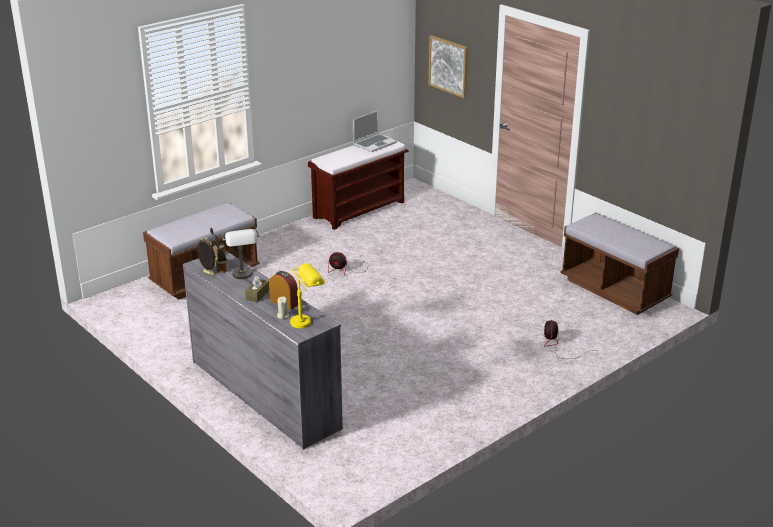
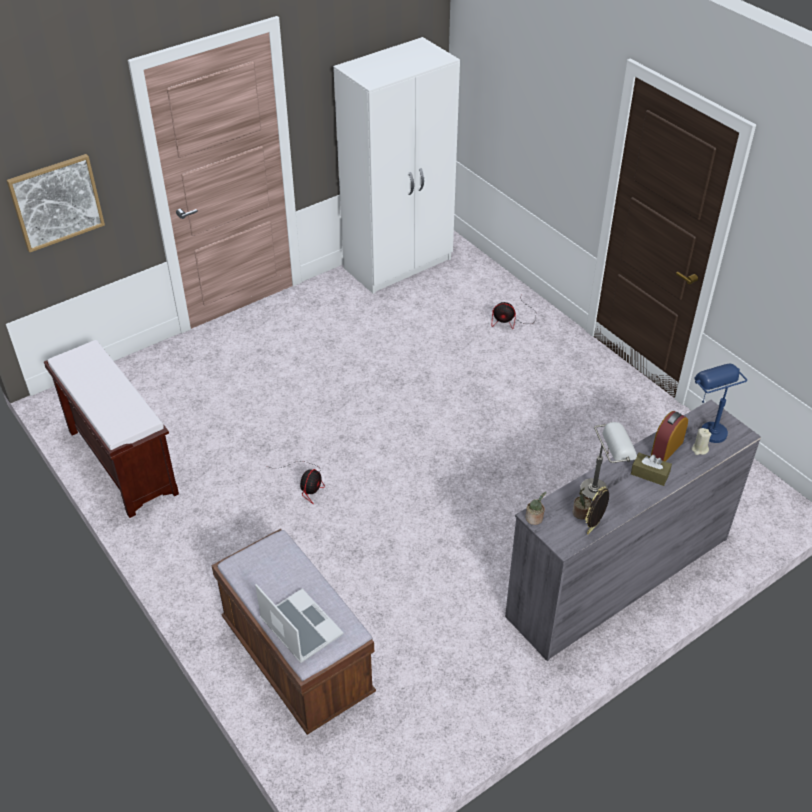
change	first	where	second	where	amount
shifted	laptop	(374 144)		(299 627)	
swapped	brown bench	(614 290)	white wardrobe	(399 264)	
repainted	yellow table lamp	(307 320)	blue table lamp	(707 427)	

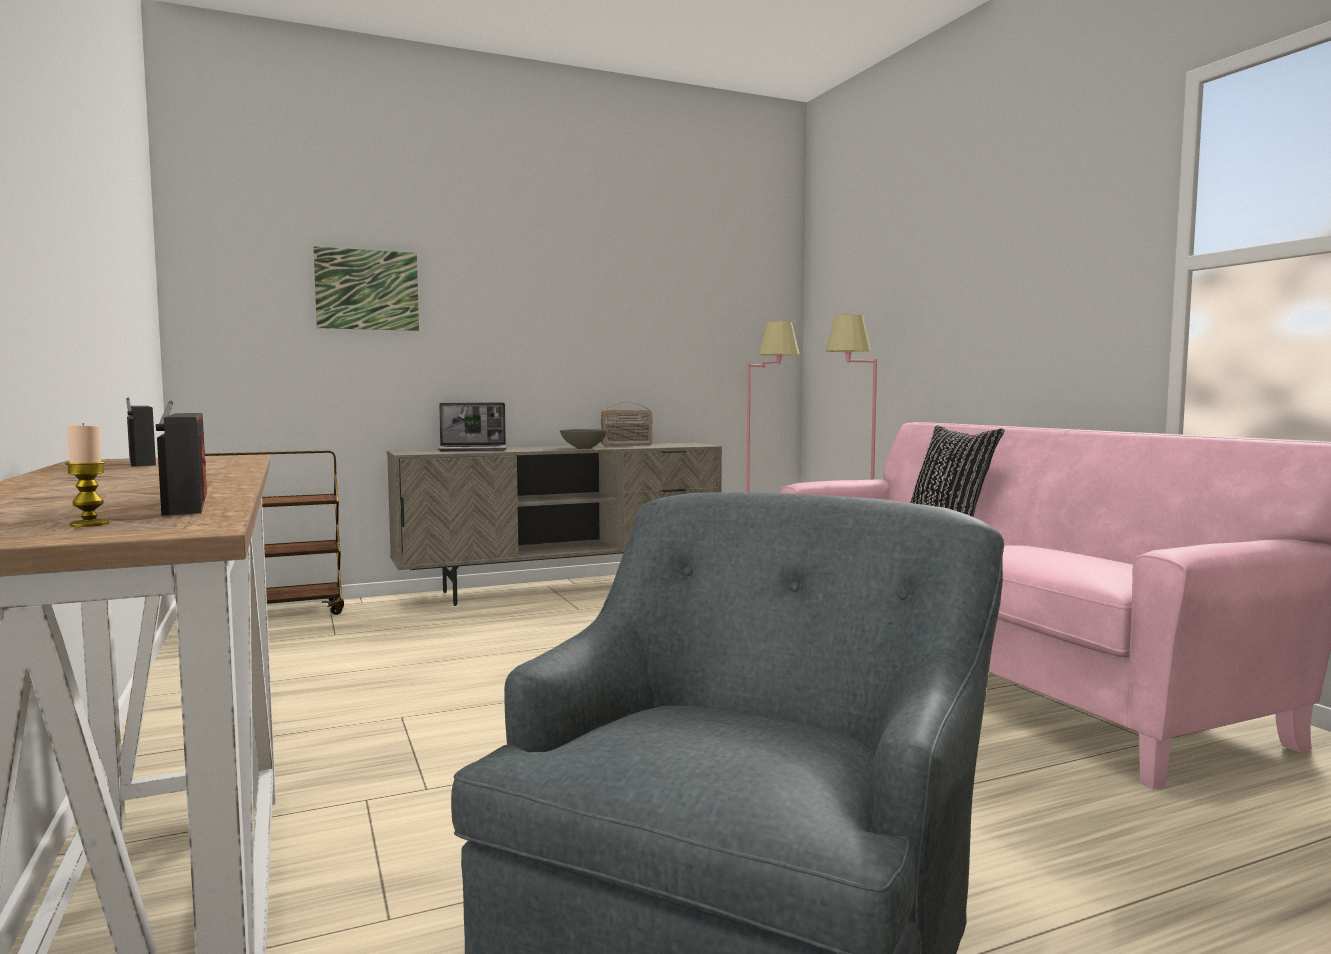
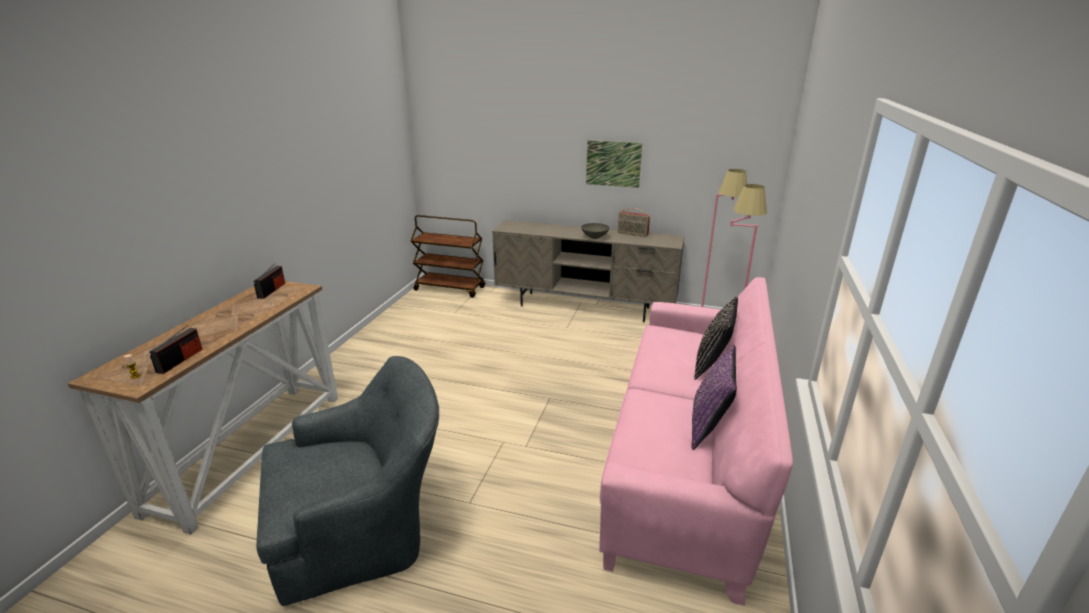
change	first	where	second	where	amount
shifted	picture	(367 289)		(613 163)	
gone	laptop	(474 450)			
new			purple pillow	(709 426)	

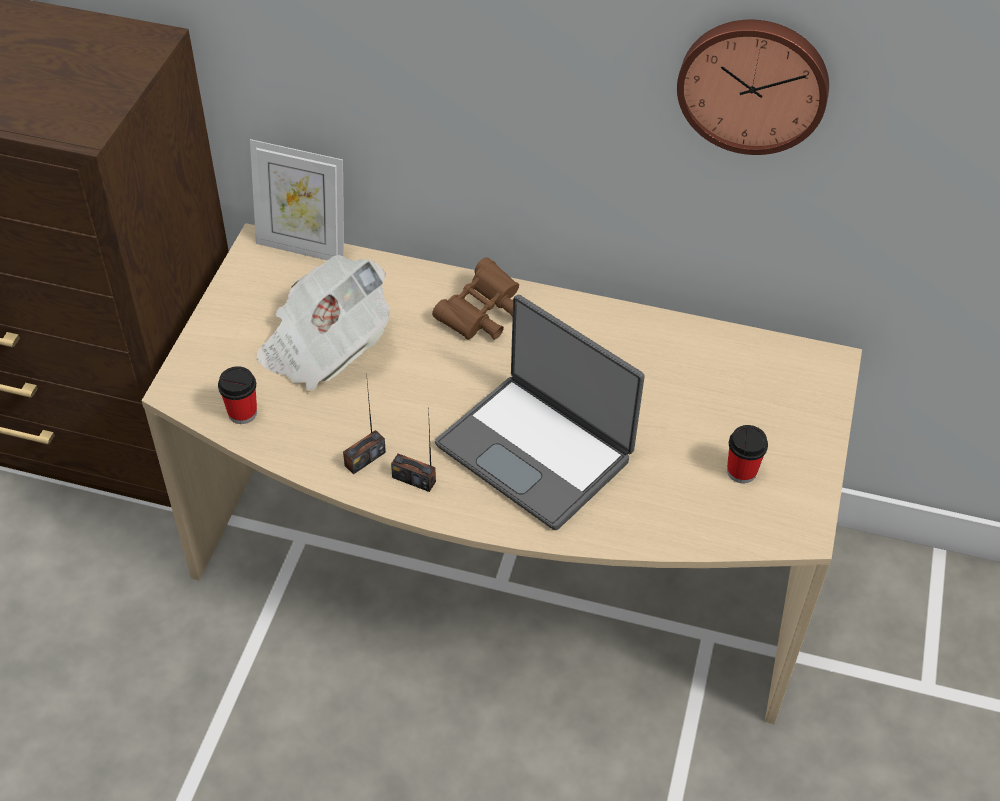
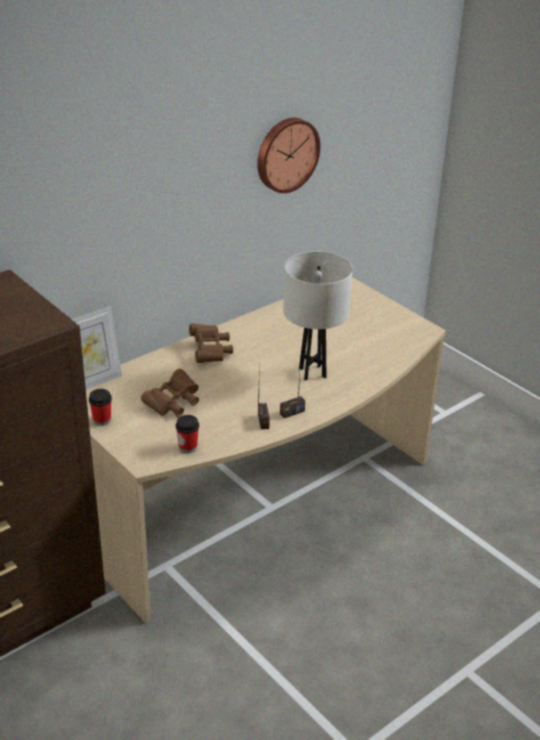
change	first	where	second	where	amount
swapped	newspaper	(325 347)	brown binoculars	(173 404)	
swapped	laptop	(536 450)	white table lamp	(312 372)	
shifted	cup	(741 471)		(102 420)	

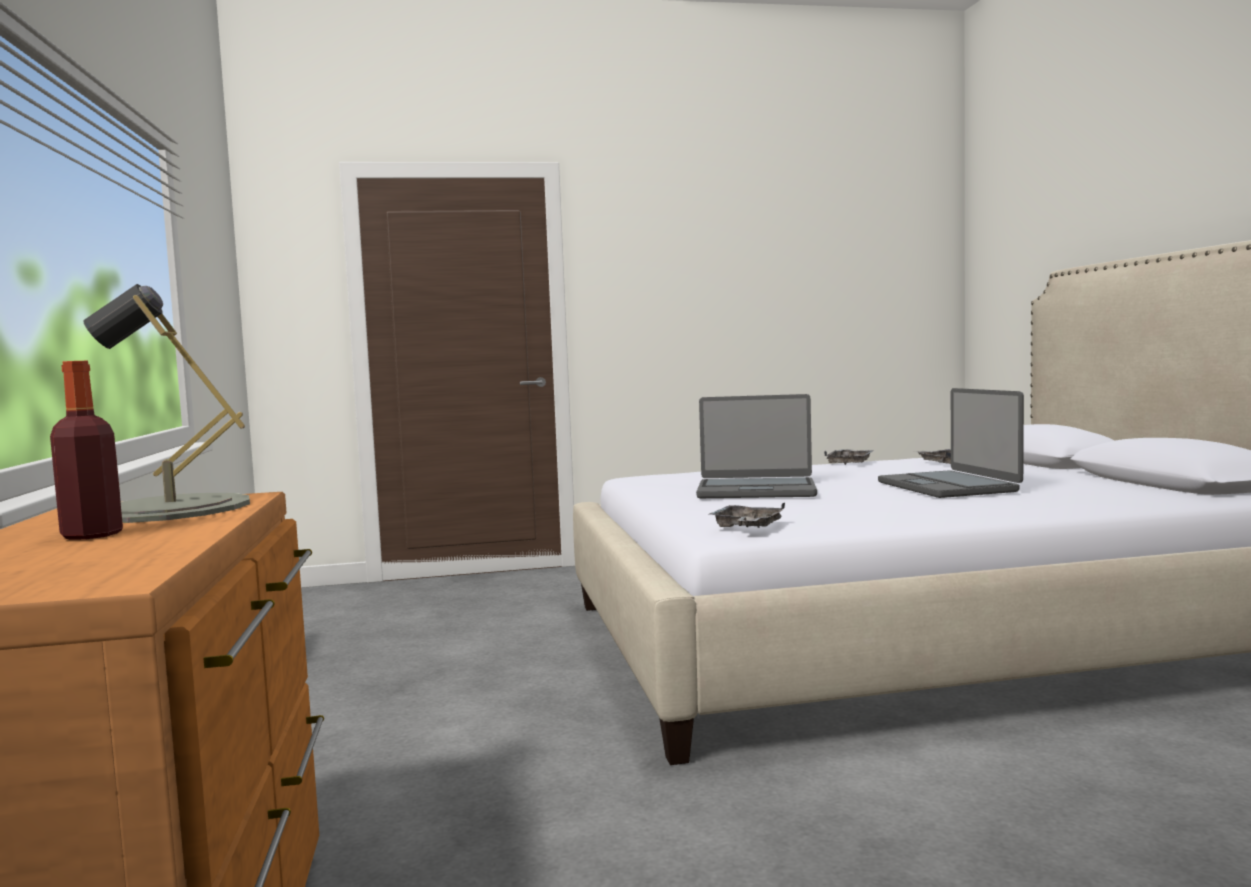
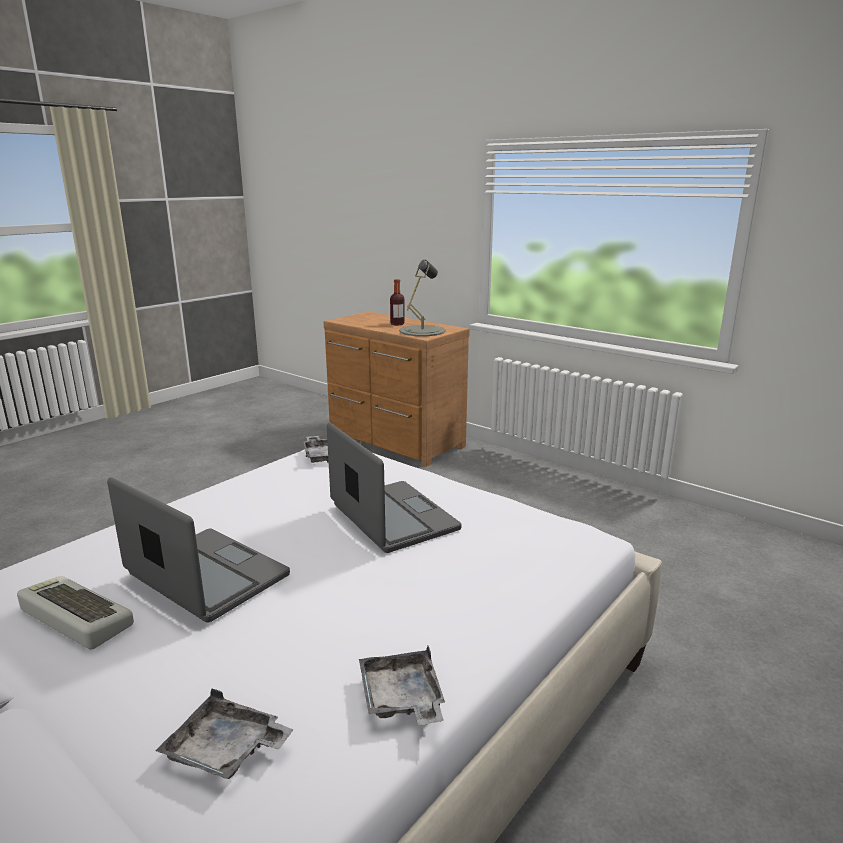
change	first	where	second	where	amount
rotated	laptop	(756 490)		(392 518)	90 degrees clockwise
new			keyboard	(73 619)	

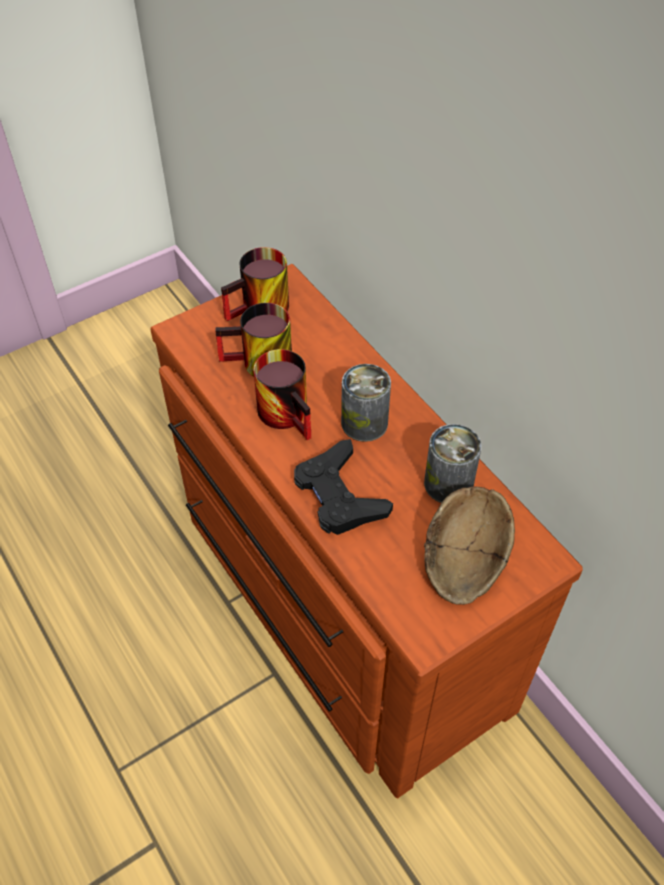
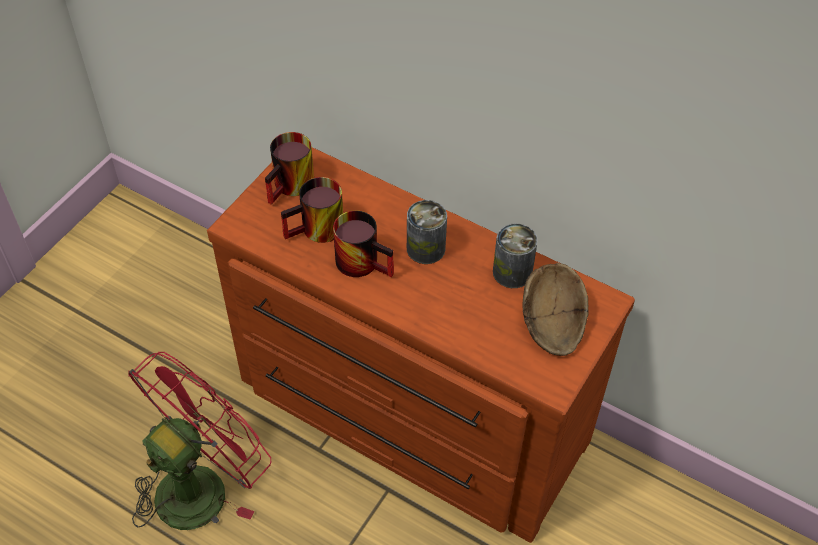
change	first	where	second	where	amount
gone	black game controller	(339 495)			
new			red fan	(201 483)	

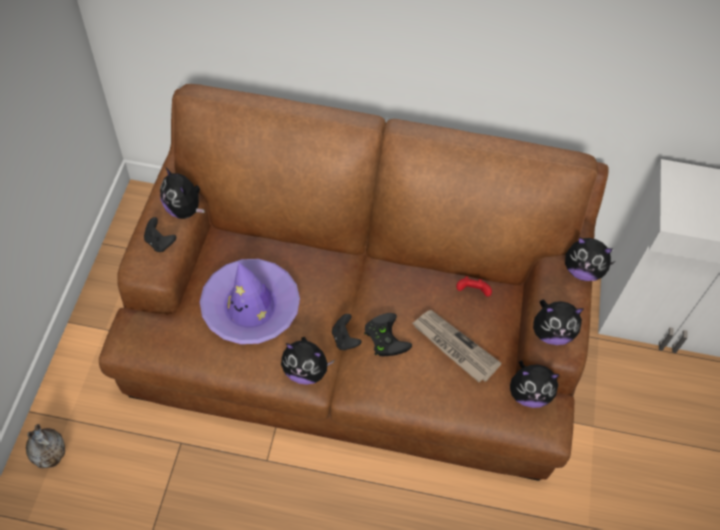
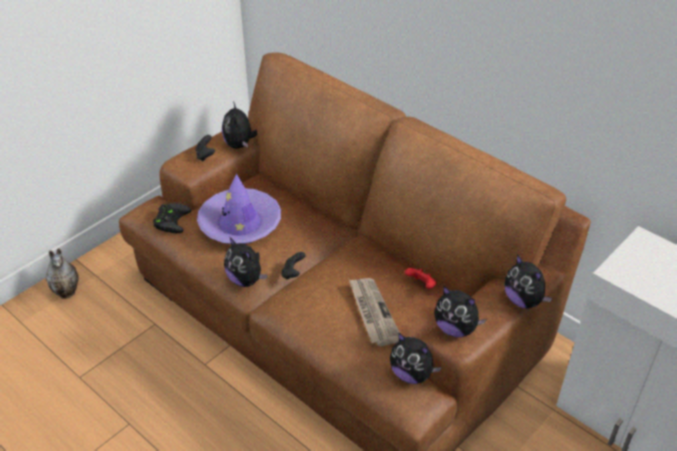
change	first	where	second	where	amount
shifted	black game controller	(384 337)		(170 219)	

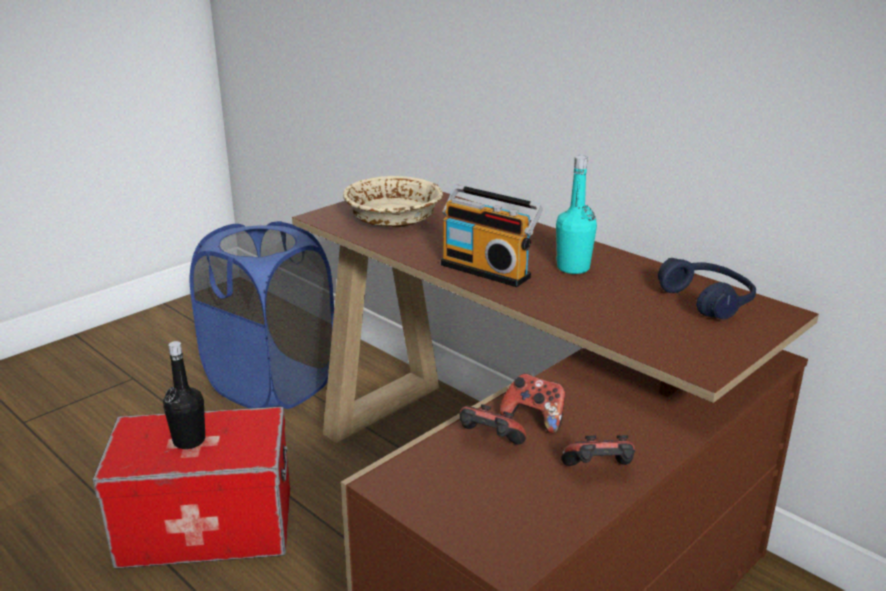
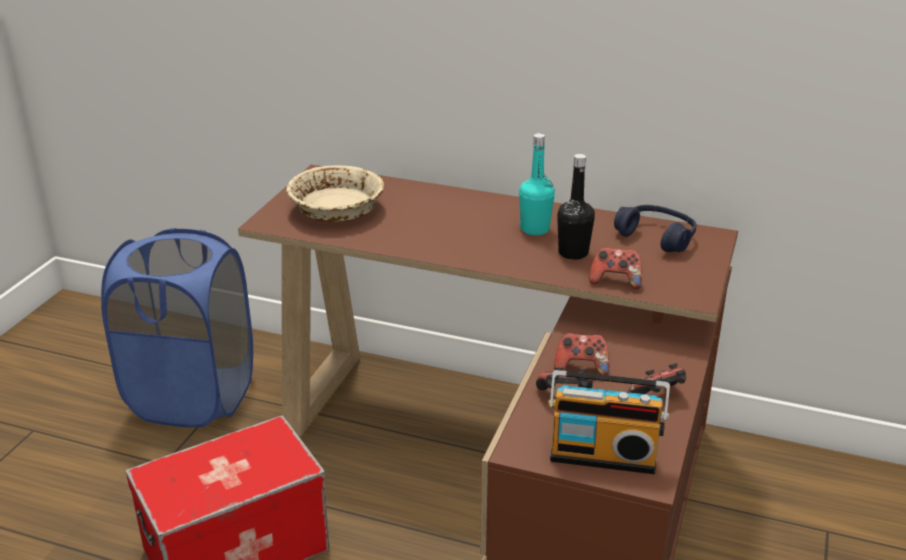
change	first	where	second	where	amount
shifted	radio	(487 270)		(603 454)	
shifted	black bottle	(189 441)		(573 253)	
new			game controller	(615 281)	

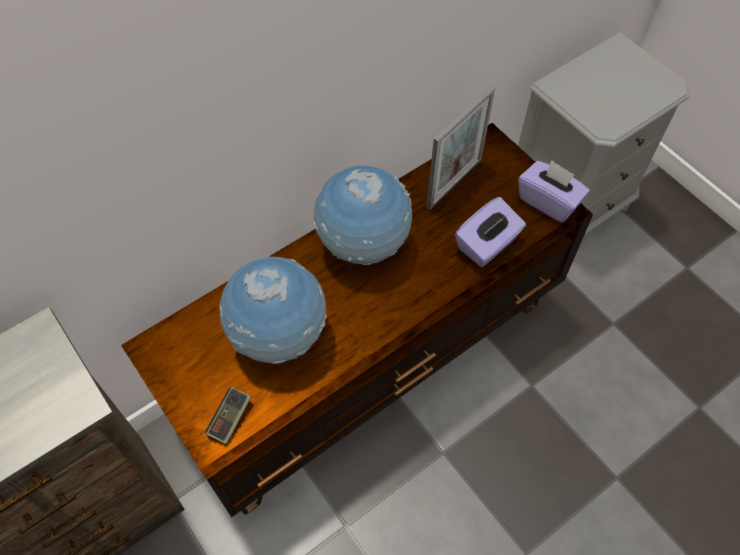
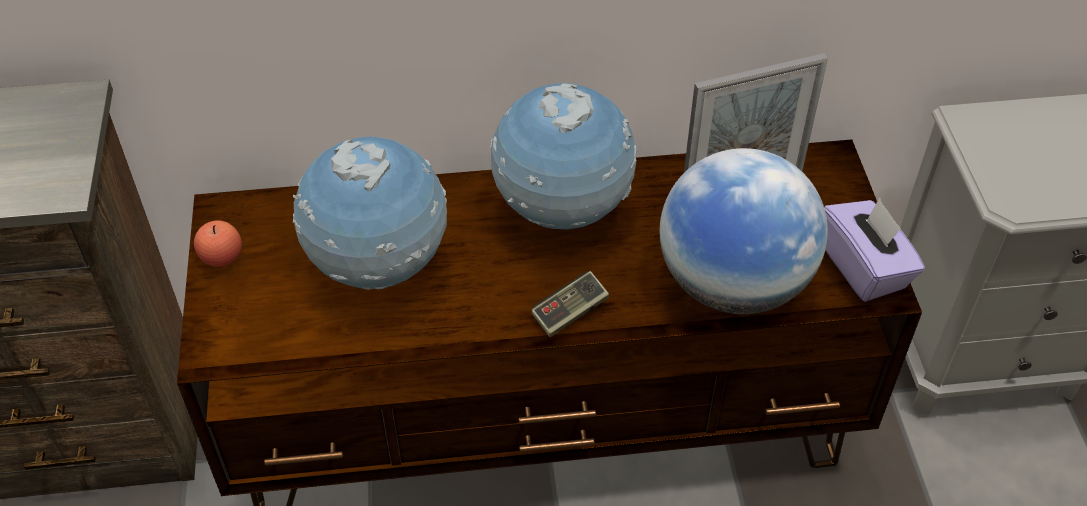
change	first	where	second	where	amount
swapped	purple tissue box	(487 245)	globe	(732 283)	
shifted	game controller	(230 418)		(570 312)	
new			apple	(222 257)	

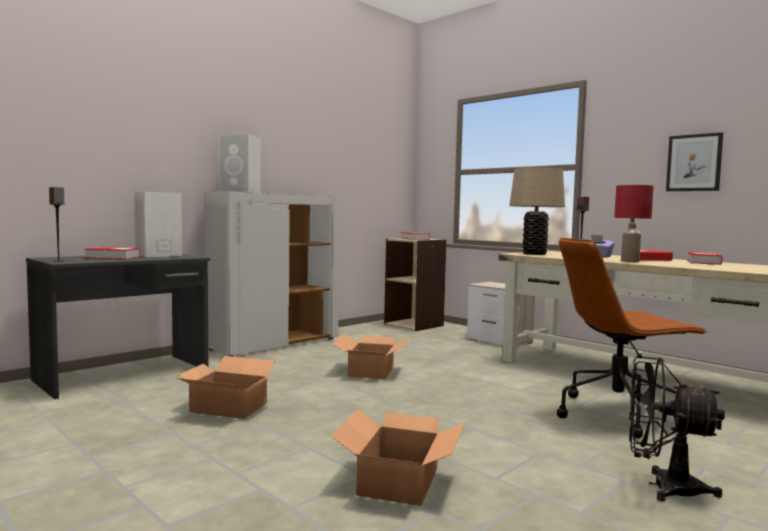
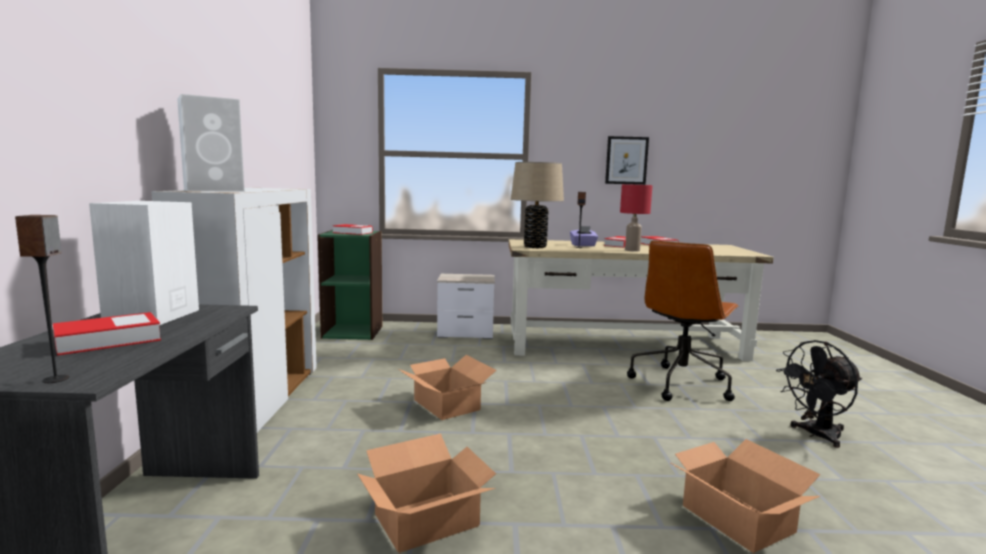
change	first	where	second	where	amount
repainted	beige bookcase	(414 325)	green bookcase	(353 332)	

